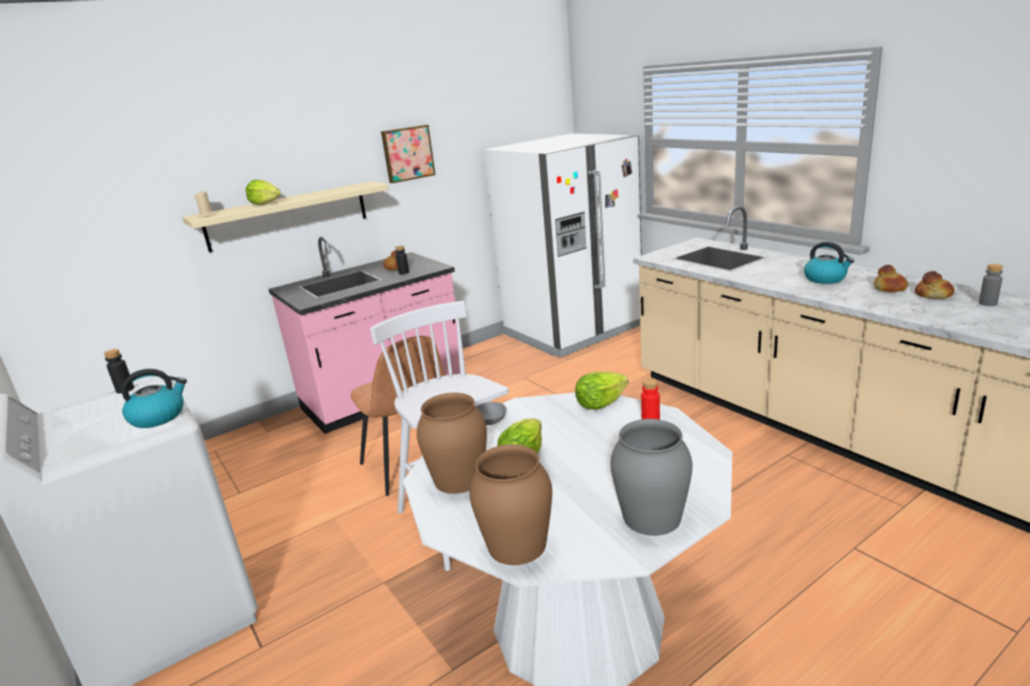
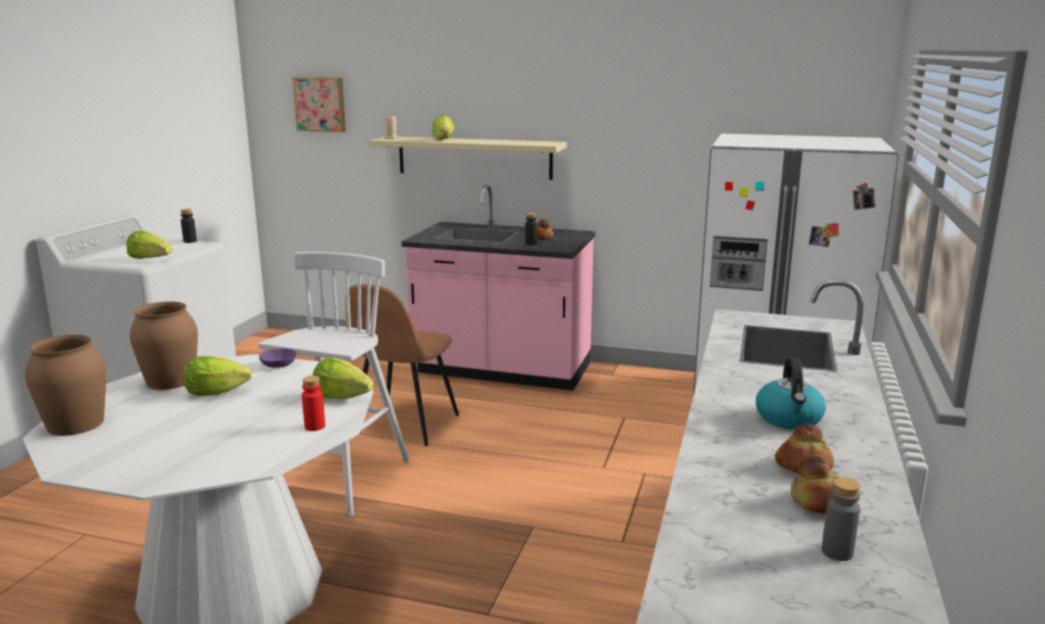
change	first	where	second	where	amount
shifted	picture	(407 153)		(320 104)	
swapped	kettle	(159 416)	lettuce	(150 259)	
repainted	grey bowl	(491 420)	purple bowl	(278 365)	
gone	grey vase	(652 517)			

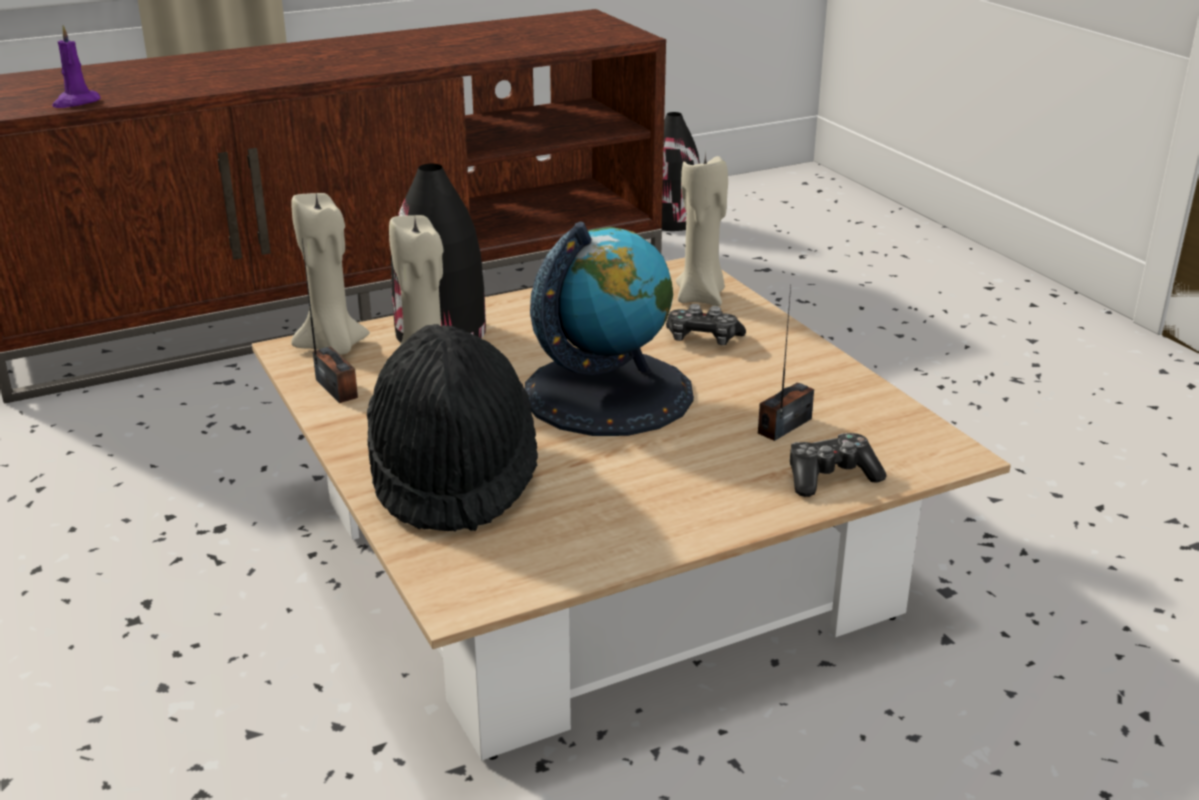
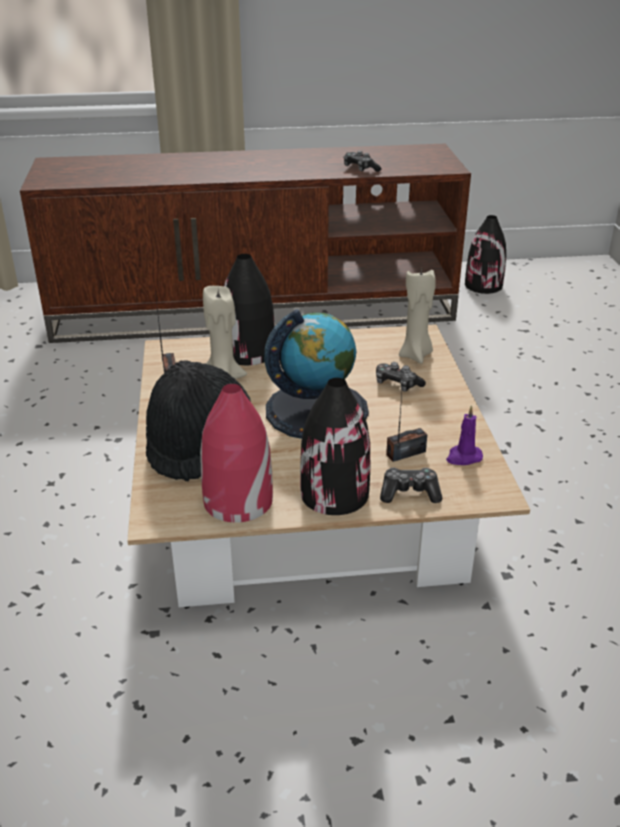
change	first	where	second	where	amount
shifted	purple candle	(76 102)		(463 457)	
gone	beige candle	(333 347)			
new			game controller	(360 169)	
new			black vase	(334 493)	
new			red vase	(237 501)	

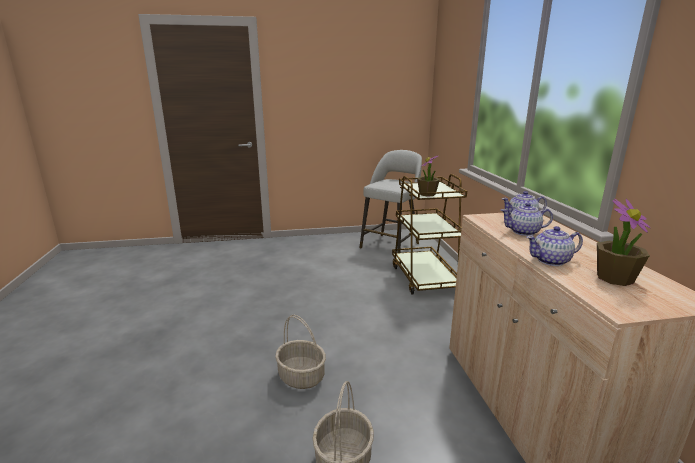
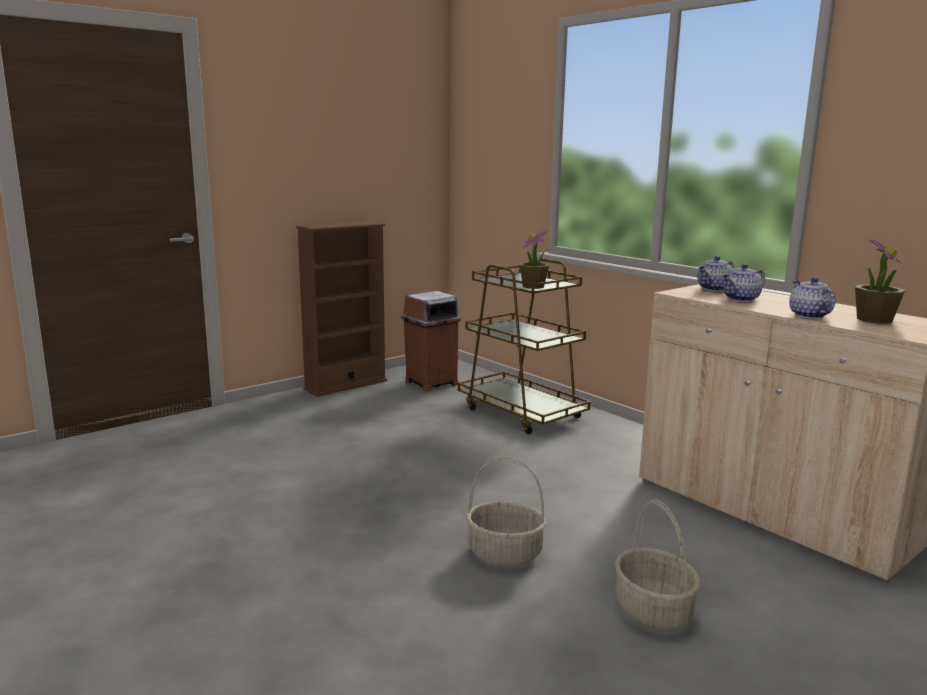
change	first	where	second	where	amount
swapped	grey stool	(390 245)	brown trash can	(430 383)	
rotated	teapot	(551 261)		(809 316)	120 degrees clockwise
new			brown bookcase	(345 385)	

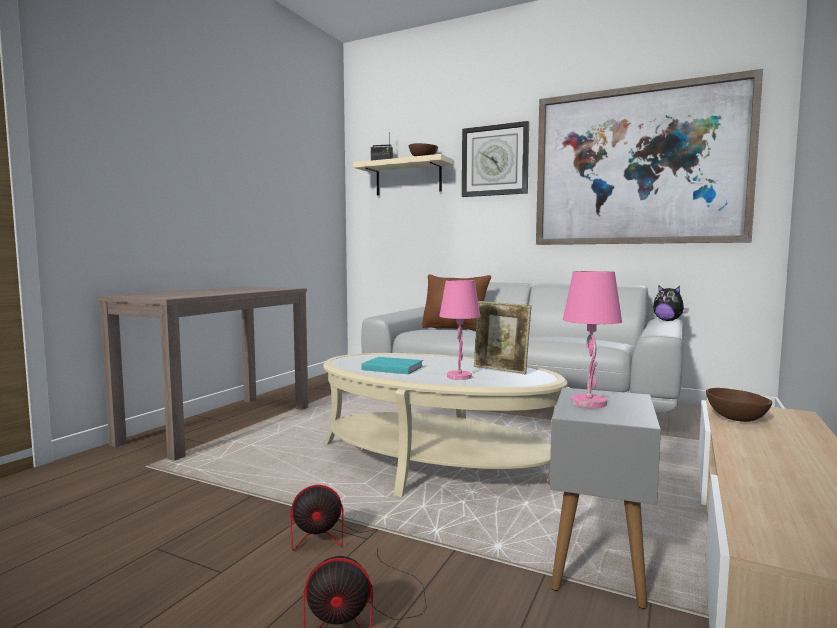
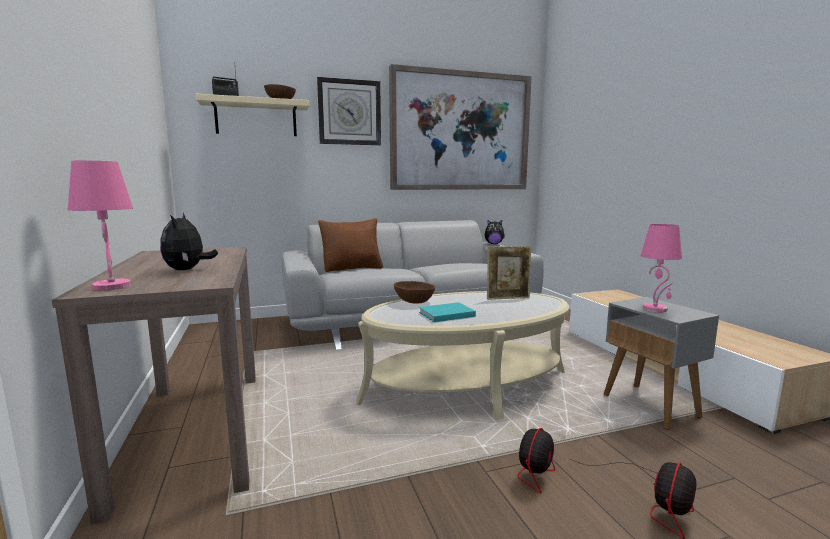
change	first	where	second	where	amount
shifted	pink table lamp	(458 376)		(111 286)	
shifted	brown bowl	(736 418)		(414 301)	
new			plush toy	(187 270)	

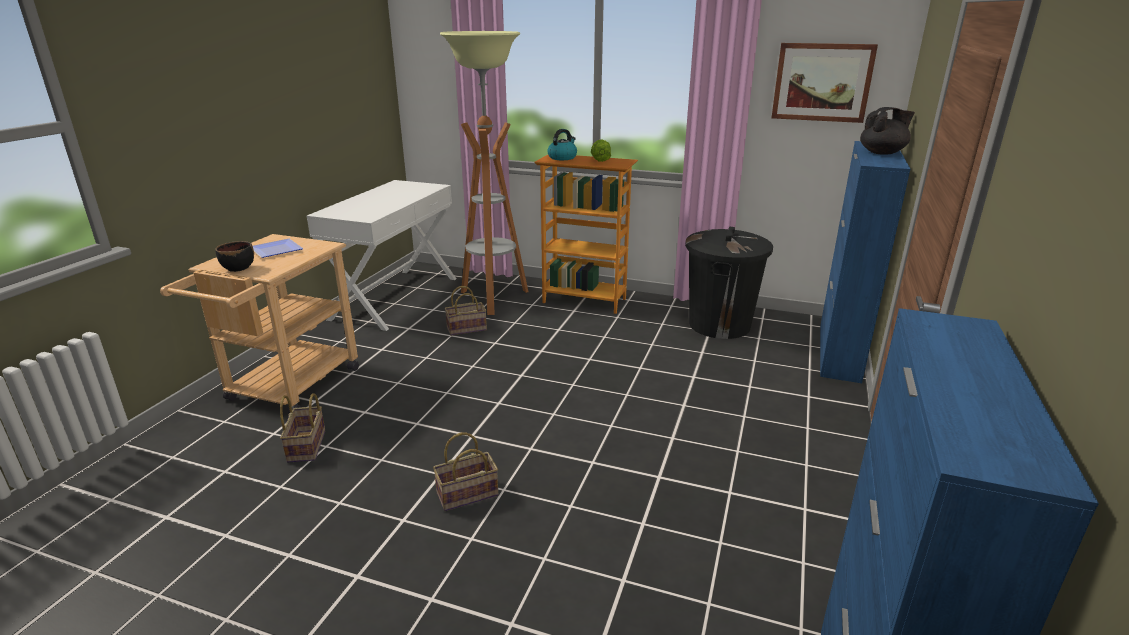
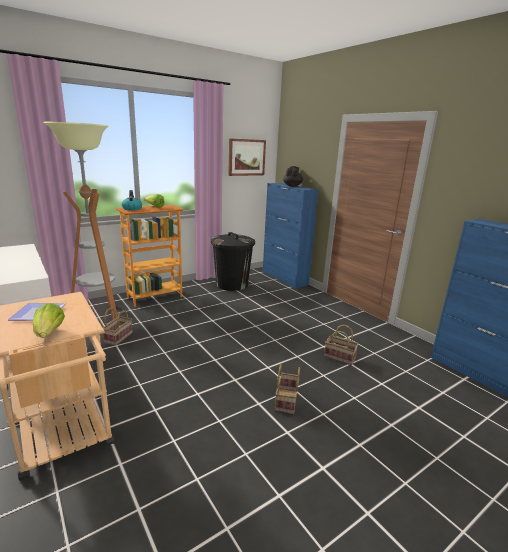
change	first	where	second	where	amount
swapped	black bowl	(238 268)	lettuce	(49 334)	
shifted	basket	(307 447)		(340 357)	

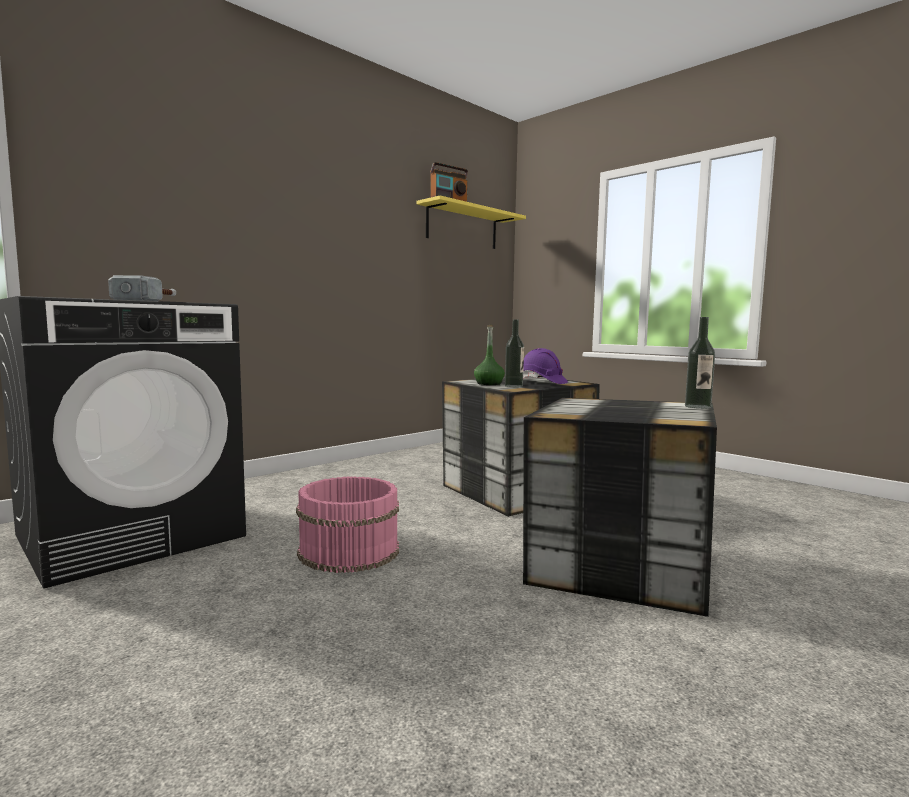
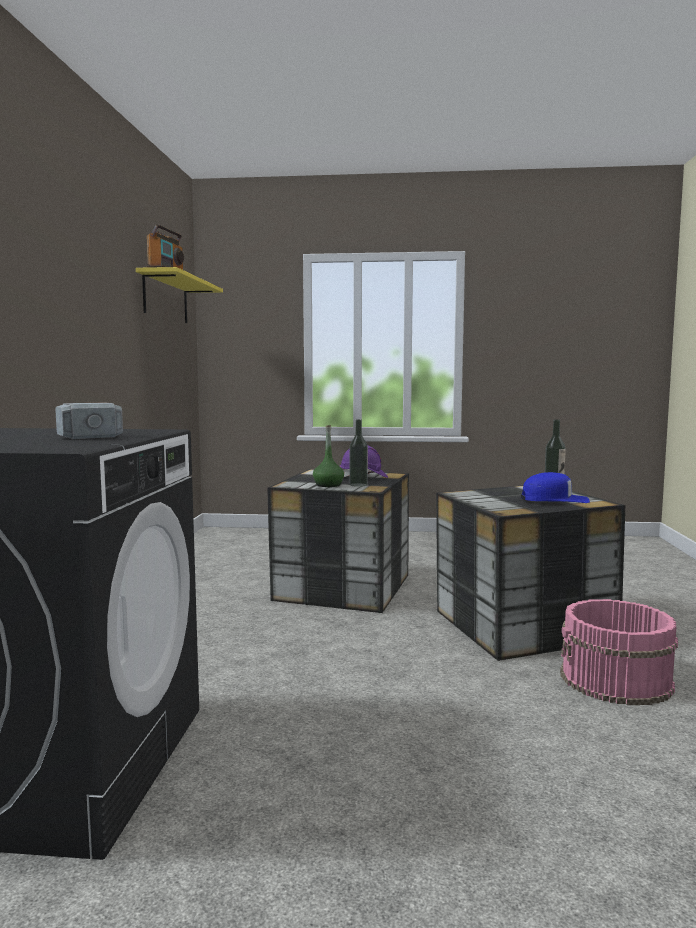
change	first	where	second	where	amount
shifted	pink bucket	(348 551)		(616 680)	
new			blue cap	(554 499)	

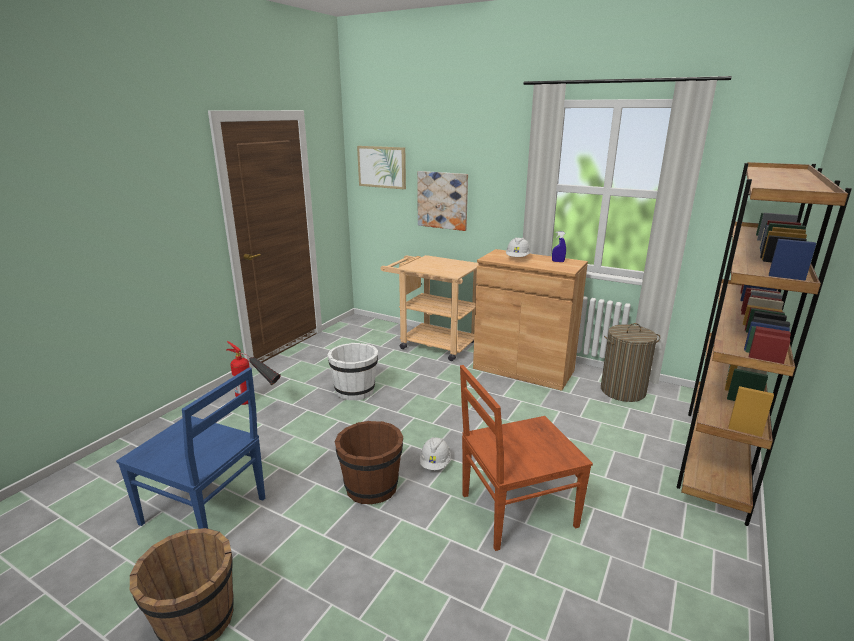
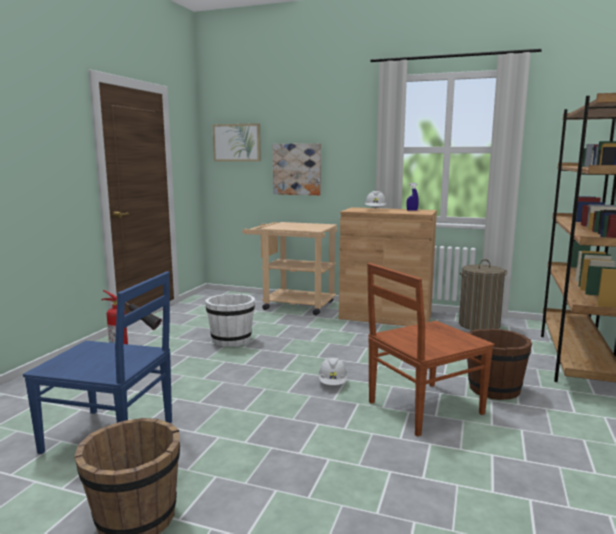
change	first	where	second	where	amount
shifted	brown bucket	(371 487)		(493 389)	

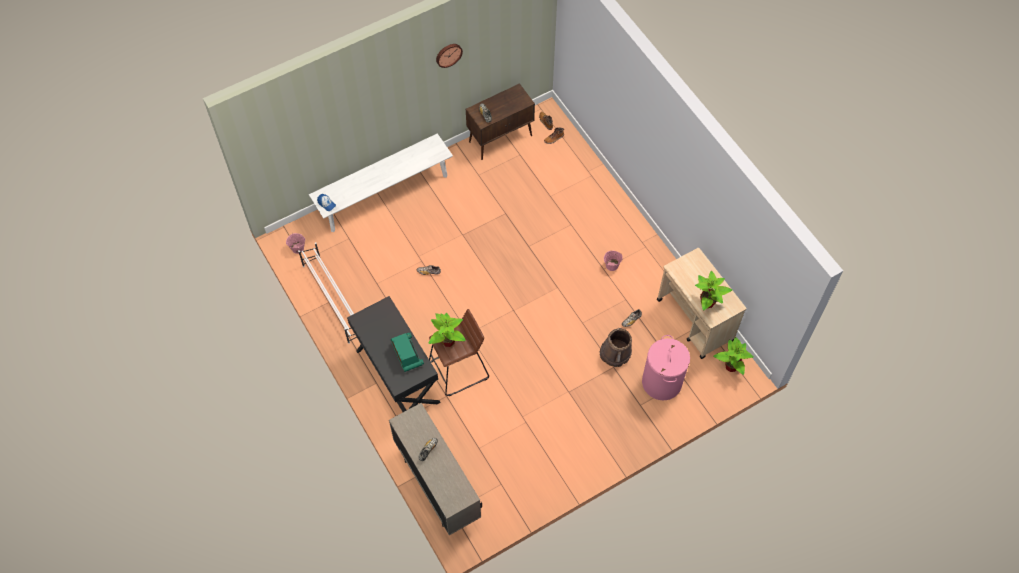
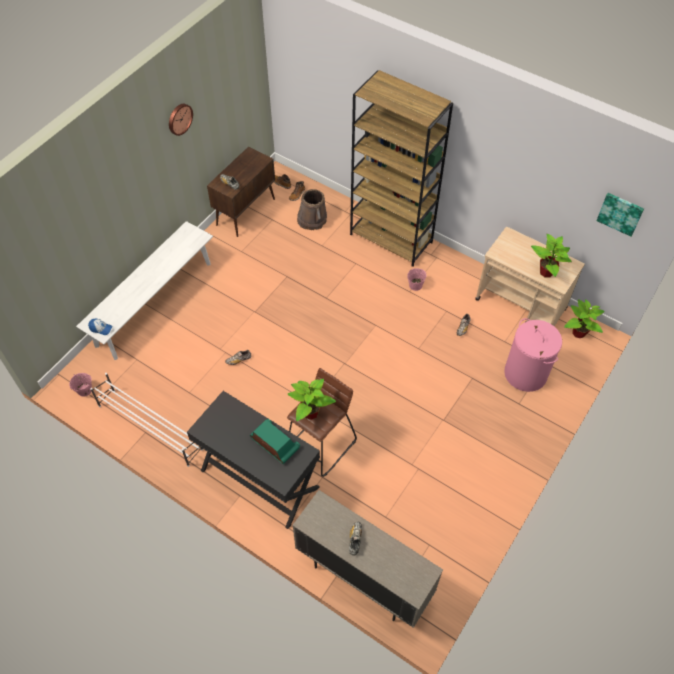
change	first	where	second	where	amount
shifted	brown bucket	(615 353)		(312 219)	
new			brown bookcase	(391 238)	
new			picture	(620 213)	

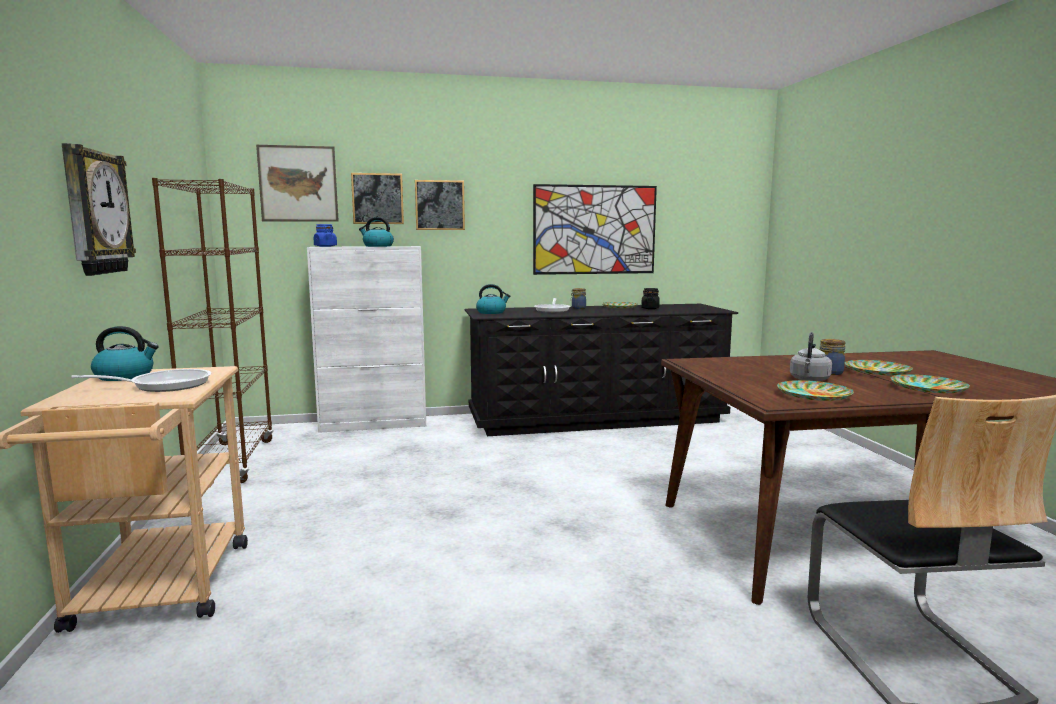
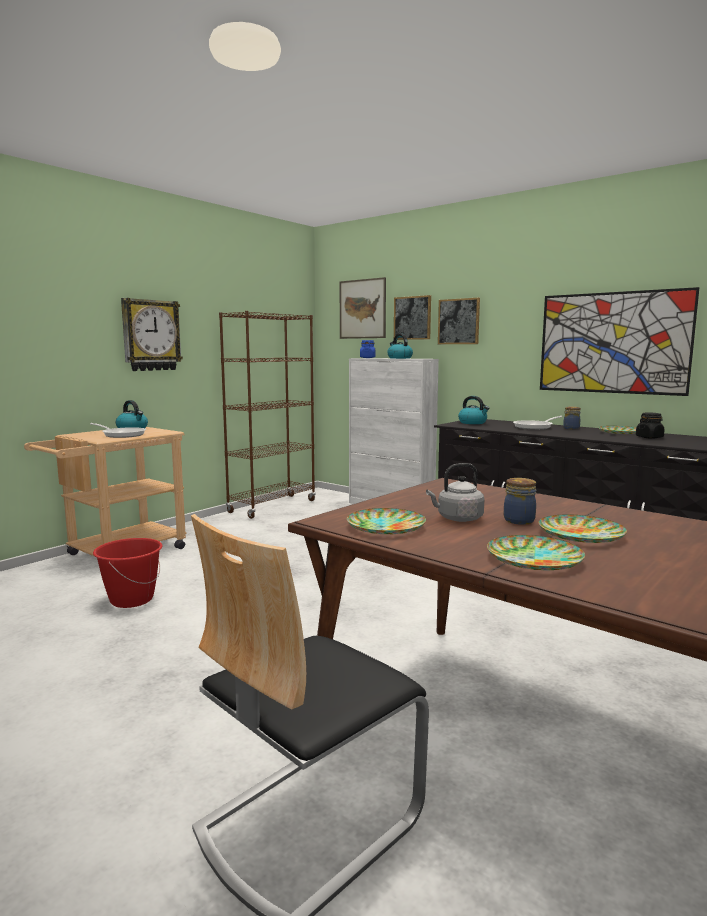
change	first	where	second	where	amount
new			red bucket	(131 599)	

